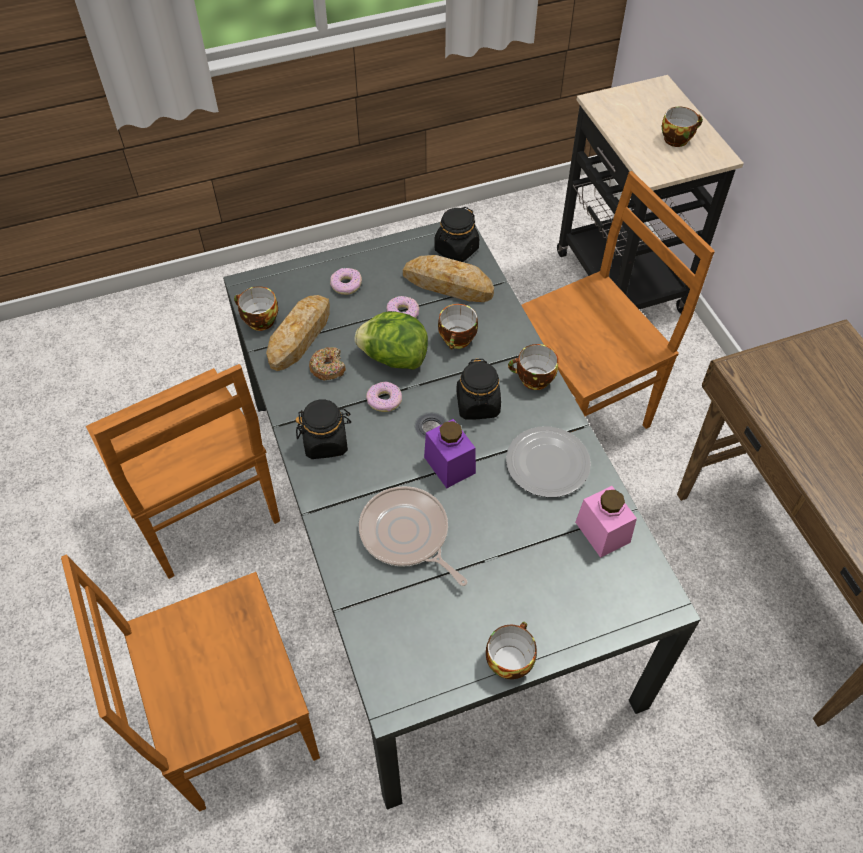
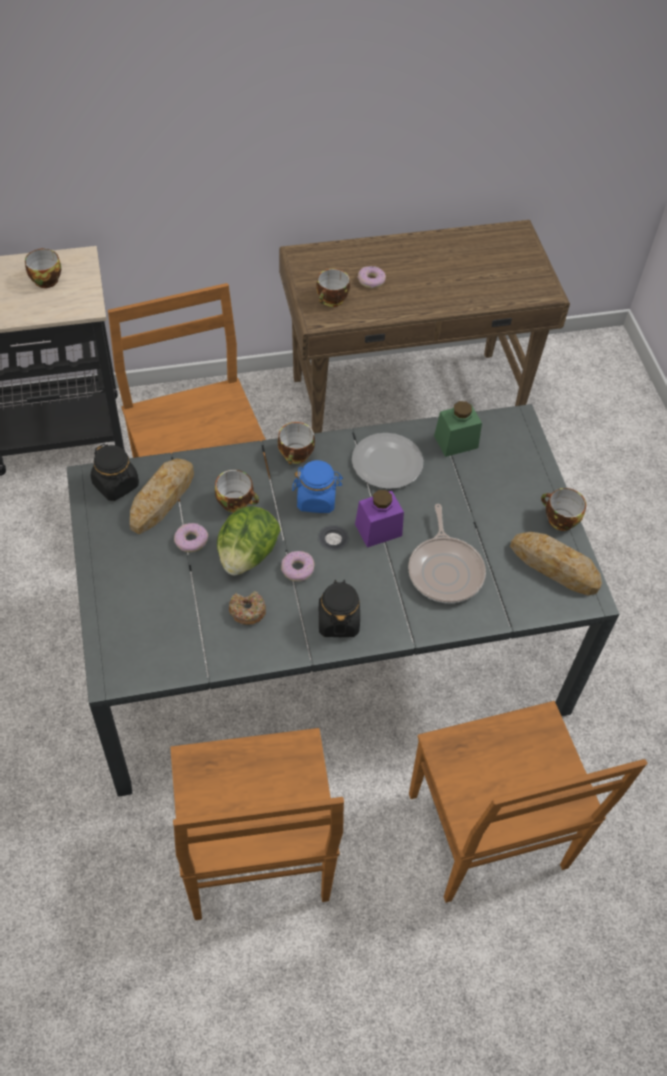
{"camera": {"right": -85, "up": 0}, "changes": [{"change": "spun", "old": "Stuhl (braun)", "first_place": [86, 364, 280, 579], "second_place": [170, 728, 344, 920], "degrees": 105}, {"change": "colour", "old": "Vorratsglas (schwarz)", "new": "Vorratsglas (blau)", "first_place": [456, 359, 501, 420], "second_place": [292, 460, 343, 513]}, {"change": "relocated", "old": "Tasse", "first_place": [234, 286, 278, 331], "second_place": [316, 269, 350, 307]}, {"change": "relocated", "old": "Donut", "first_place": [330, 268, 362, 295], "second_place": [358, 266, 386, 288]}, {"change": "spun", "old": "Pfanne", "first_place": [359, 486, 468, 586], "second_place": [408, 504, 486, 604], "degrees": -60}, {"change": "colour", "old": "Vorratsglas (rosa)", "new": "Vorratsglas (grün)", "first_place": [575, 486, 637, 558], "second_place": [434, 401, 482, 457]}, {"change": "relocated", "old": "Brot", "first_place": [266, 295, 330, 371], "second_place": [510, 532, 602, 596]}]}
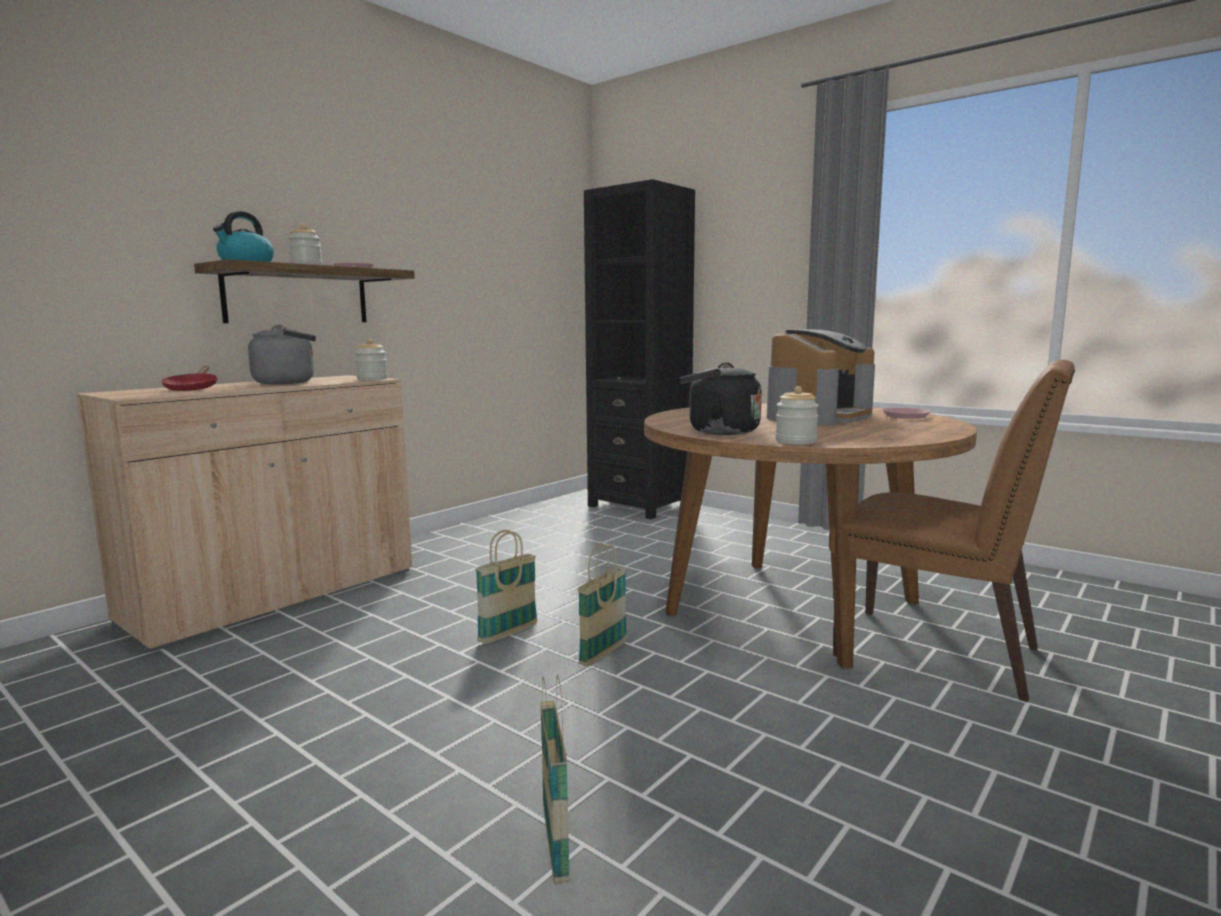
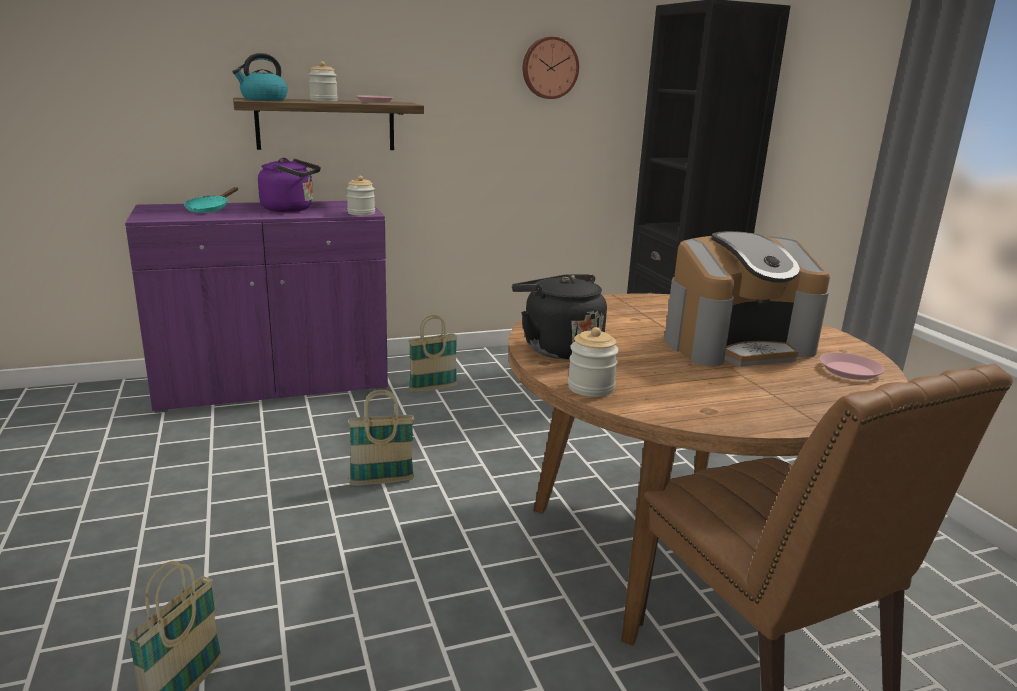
{"camera": {"right": 30, "up": 10}, "changes": [{"change": "colour", "old": "Schrank (beige)", "new": "Schrank (lila)", "first_place": [76, 375, 412, 652], "second_place": [125, 201, 388, 413]}, {"change": "colour", "old": "Pfanne (rot)", "new": "Pfanne (türkis)", "first_place": [161, 366, 218, 391], "second_place": [184, 187, 238, 213]}, {"change": "colour", "old": "Wasserkessel (grau)", "new": "Wasserkessel (lila)", "first_place": [248, 325, 316, 384], "second_place": [258, 158, 321, 212]}, {"change": "relocated", "old": "Korb", "first_place": [577, 543, 627, 666], "second_place": [408, 315, 457, 392]}, {"change": "appeared", "new": "Wanduhr", "second_place": [523, 36, 579, 99]}]}
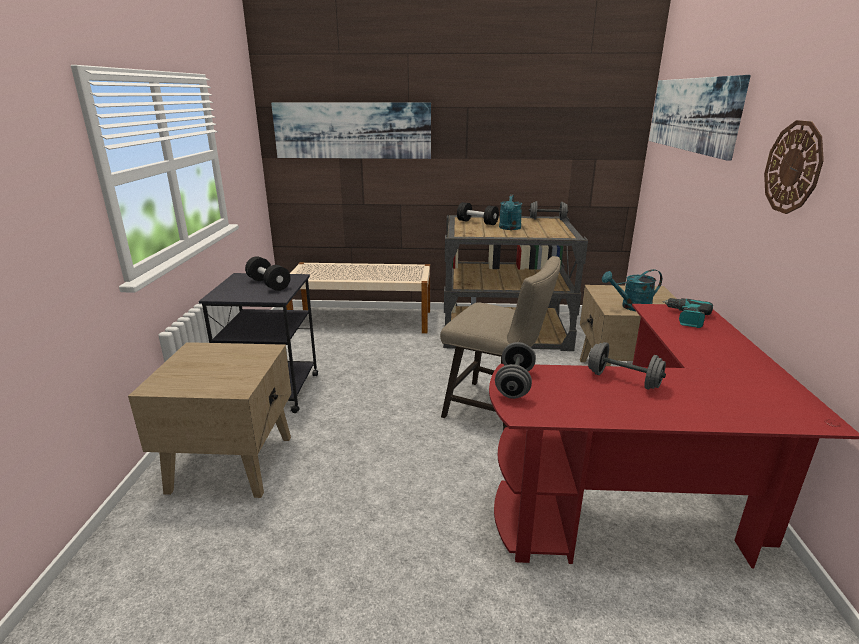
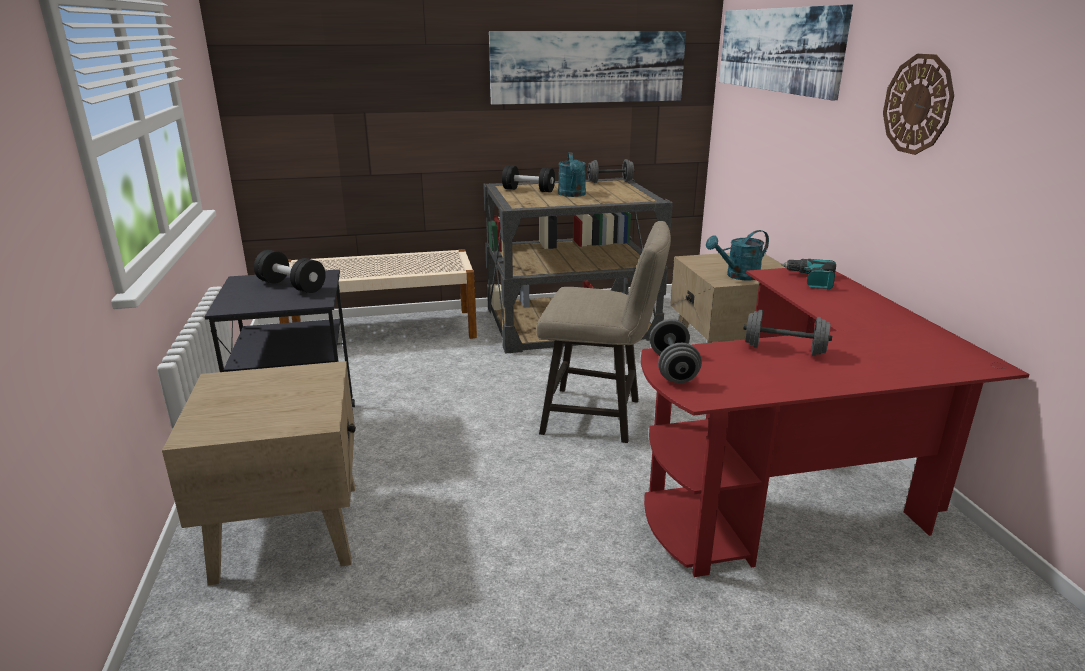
{"camera": {"right": -15, "up": 0}, "changes": [{"change": "relocated", "old": "Bild", "first_place": [271, 102, 431, 159], "second_place": [489, 31, 686, 105]}]}
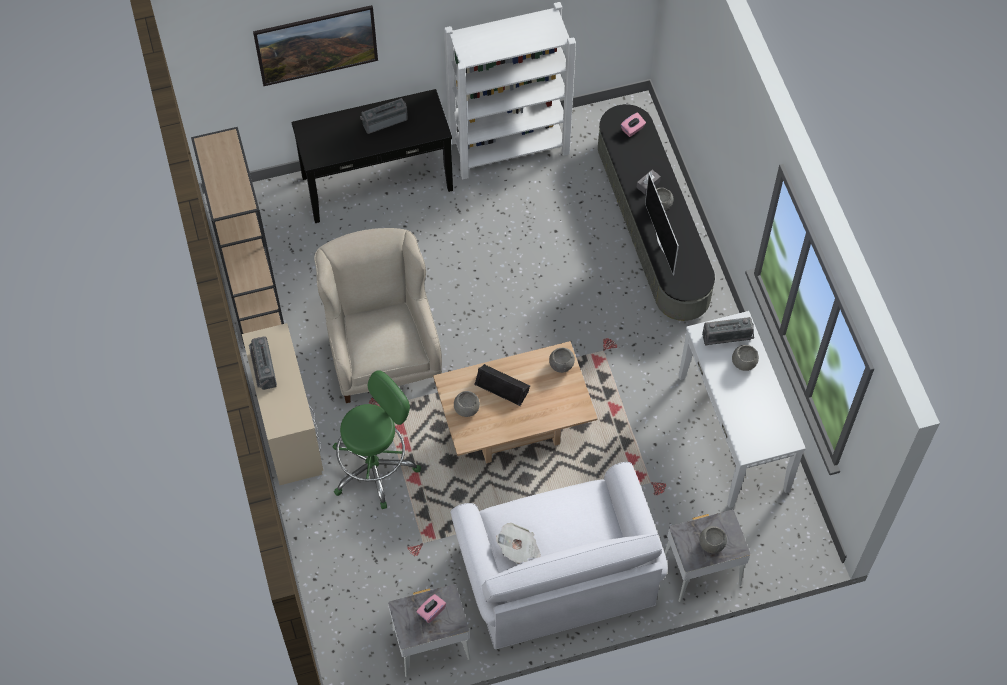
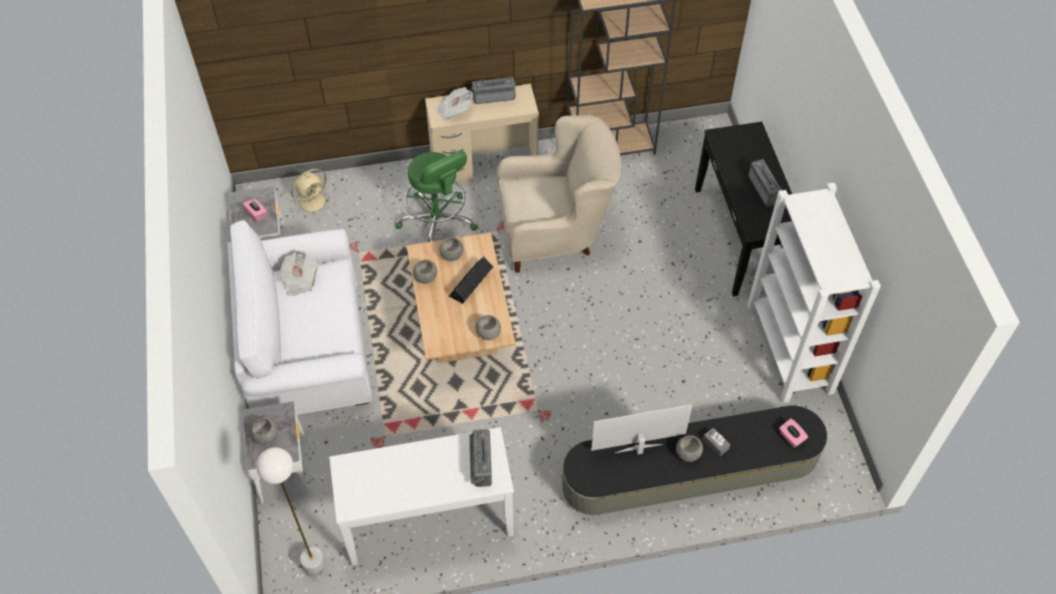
{"camera": {"right": 95, "up": -5}, "changes": [{"change": "appeared", "new": "Stehlampe (weiß)", "second_place": [256, 447, 326, 577]}, {"change": "appeared", "new": "Ventilator (beige)", "second_place": [291, 169, 333, 217]}, {"change": "relocated", "old": "Schüssel (grau)", "first_place": [732, 345, 759, 371], "second_place": [413, 259, 437, 284]}, {"change": "appeared", "new": "Zeitung", "second_place": [435, 87, 473, 121]}, {"change": "missing", "old": "Bild", "first_place": [253, 5, 378, 86]}]}
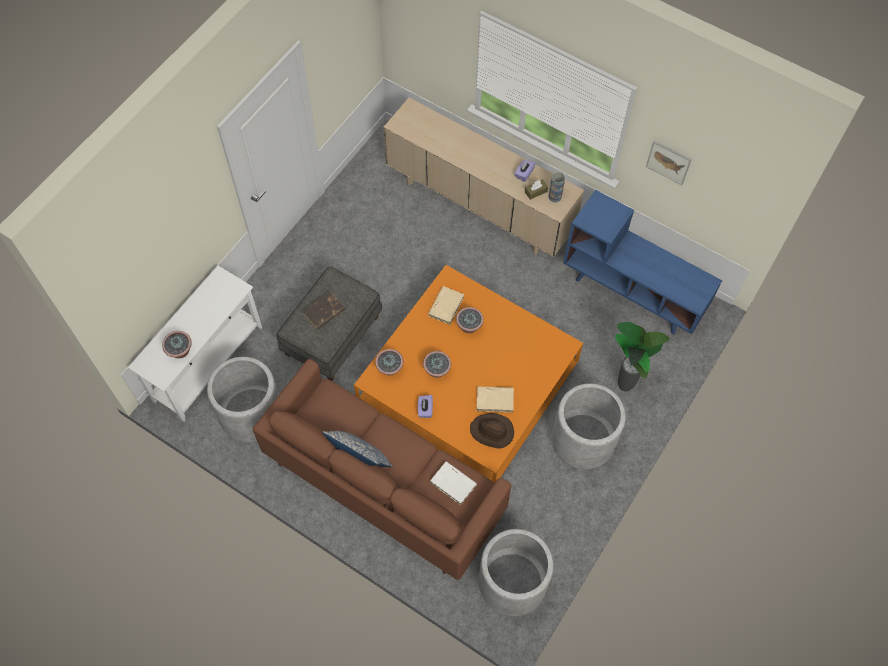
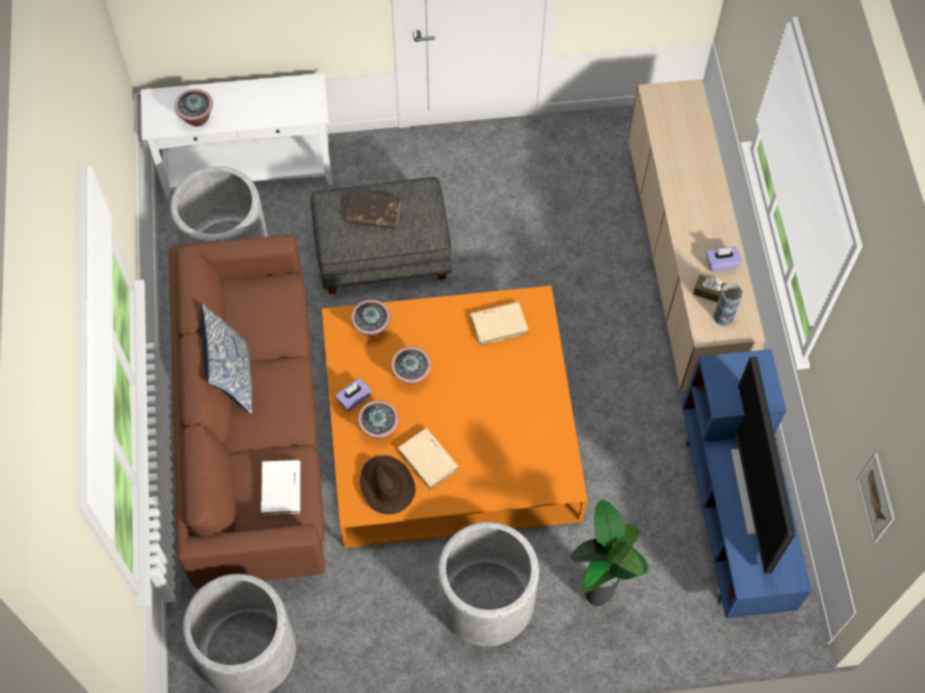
{"camera": {"right": 50, "up": 0}, "changes": [{"change": "relocated", "old": "Topfpflanze", "first_place": [456, 307, 484, 333], "second_place": [358, 400, 399, 439]}, {"change": "appeared", "new": "Fernseher", "second_place": [731, 357, 796, 574]}, {"change": "relocated", "old": "Bild", "first_place": [646, 141, 692, 185], "second_place": [857, 453, 895, 543]}]}
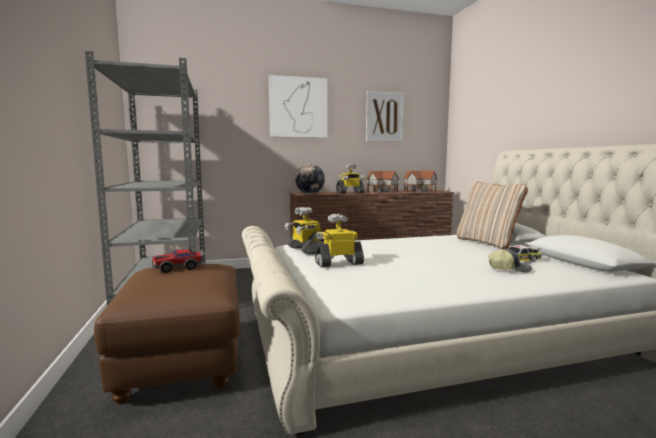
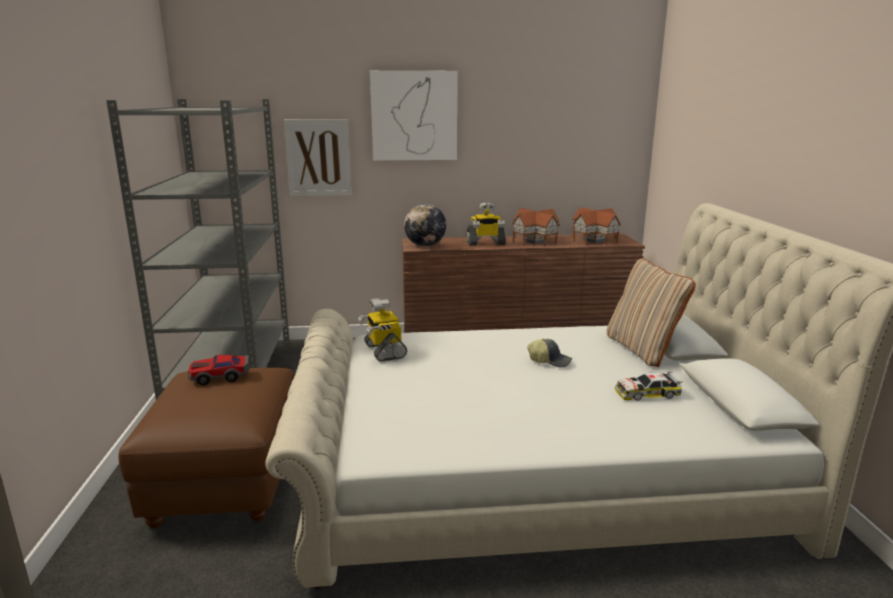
{"camera": {"right": 10, "up": 10}, "changes": [{"change": "relocated", "old": "Bild", "first_place": [366, 91, 405, 142], "second_place": [284, 119, 352, 196]}, {"change": "relocated", "old": "Kappe", "first_place": [488, 249, 532, 273], "second_place": [527, 339, 572, 368]}, {"change": "missing", "old": "Spielzeugroboter", "first_place": [315, 214, 364, 267]}]}
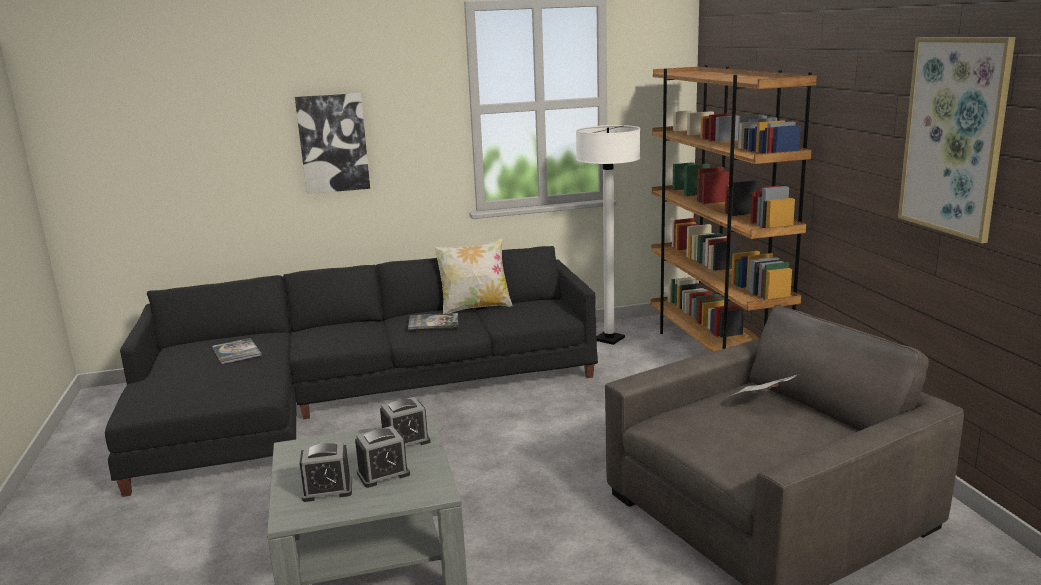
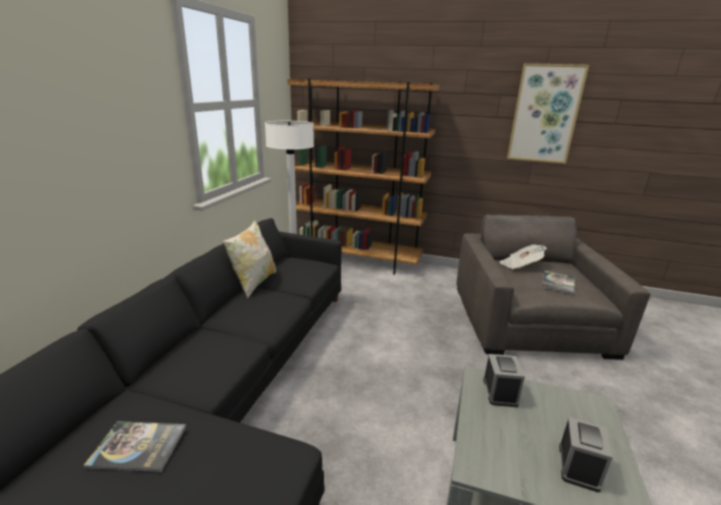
{"camera": {"right": -60, "up": 5}, "changes": [{"change": "relocated", "old": "Buch", "first_place": [408, 313, 458, 330], "second_place": [541, 271, 575, 294]}, {"change": "missing", "old": "Bild", "first_place": [295, 93, 370, 194]}, {"change": "missing", "old": "Wecker", "first_place": [355, 426, 410, 488]}]}
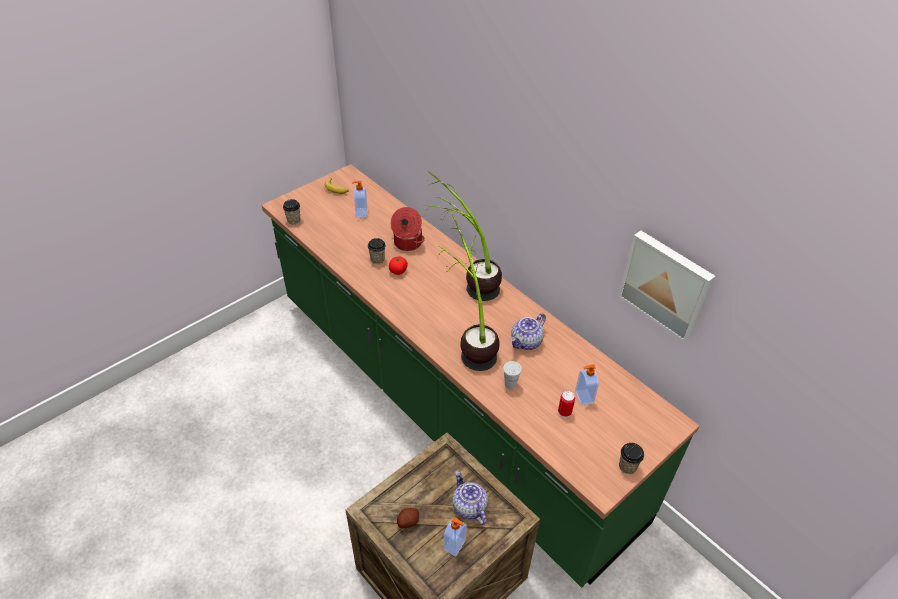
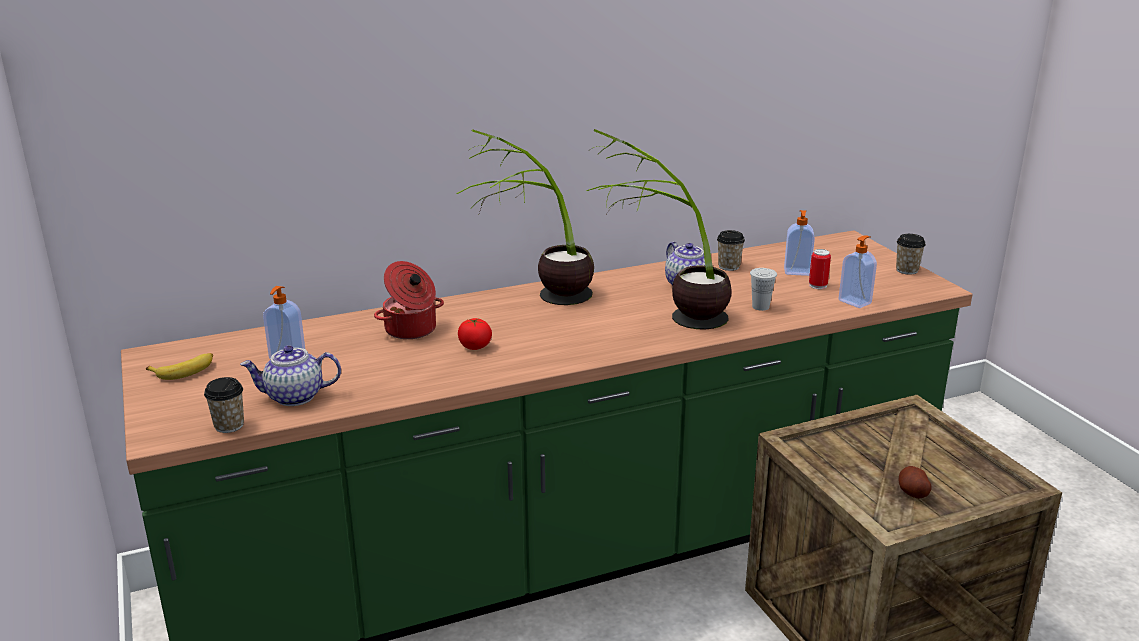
{"camera": {"right": -70, "up": -20}, "changes": [{"change": "relocated", "old": "Teekanne", "first_place": [452, 471, 488, 525], "second_place": [240, 345, 341, 406]}, {"change": "relocated", "old": "Tasse", "first_place": [368, 238, 386, 264], "second_place": [717, 230, 745, 271]}, {"change": "relocated", "old": "Seifenspender", "first_place": [443, 517, 467, 557], "second_place": [838, 235, 877, 308]}, {"change": "missing", "old": "Bild", "first_place": [618, 231, 716, 343]}]}
